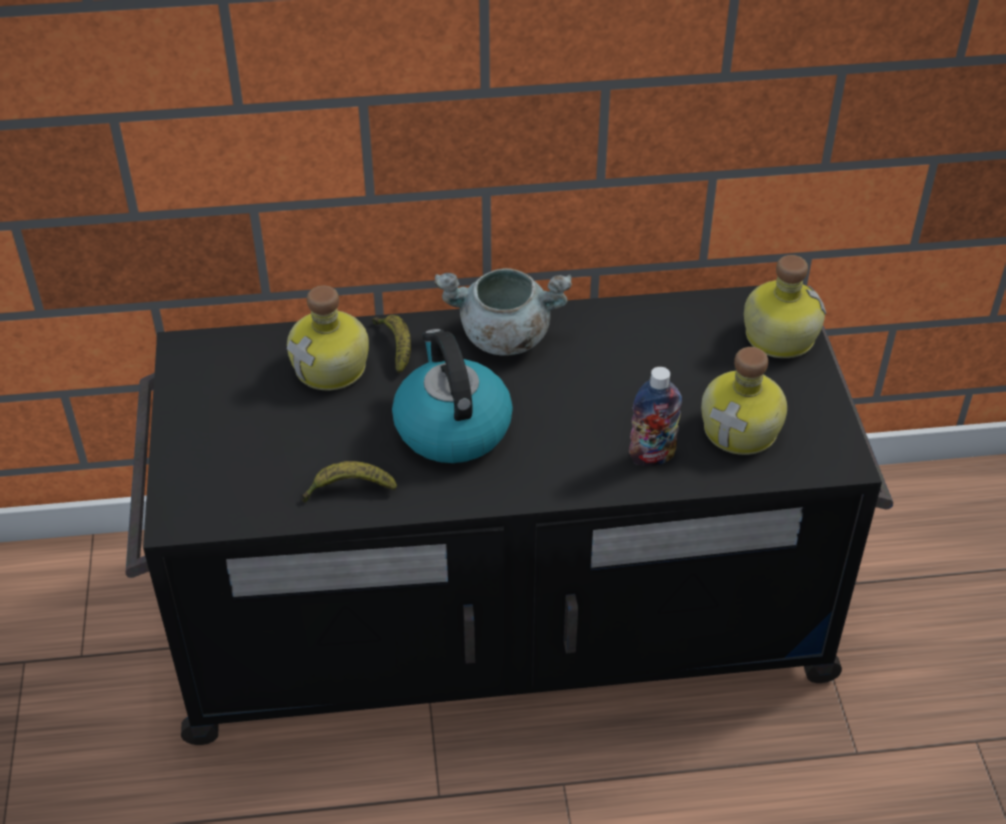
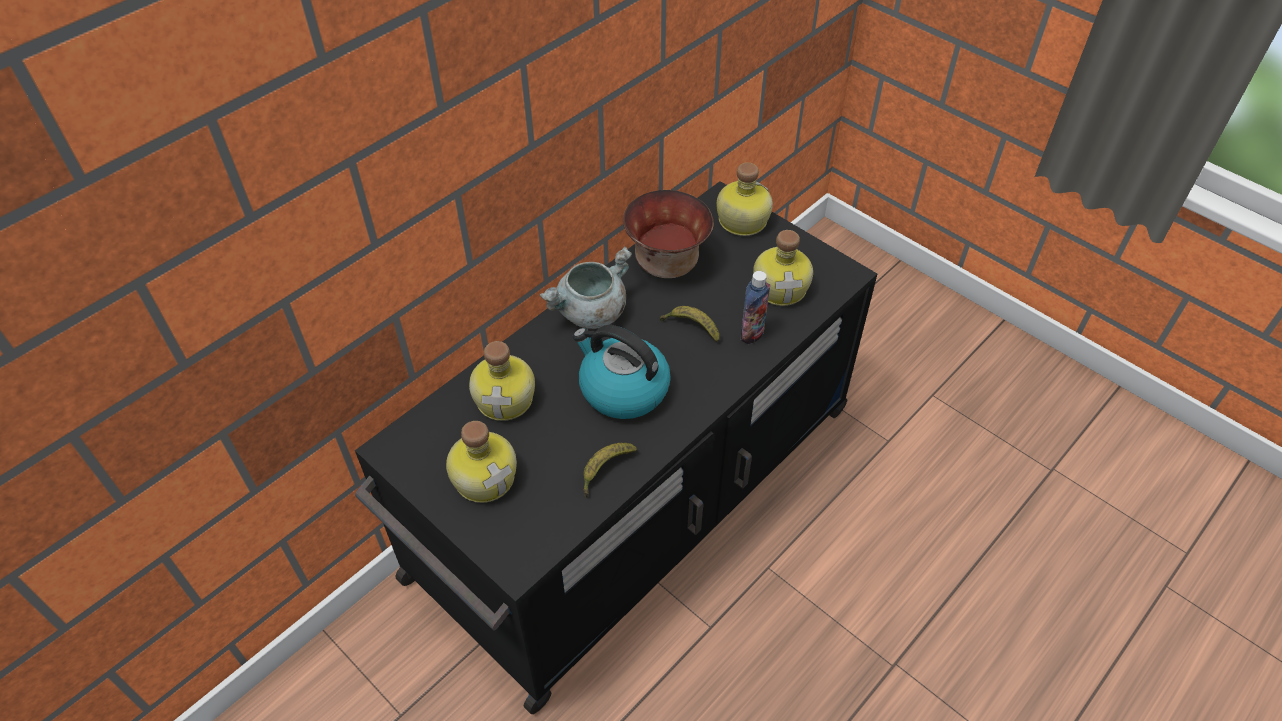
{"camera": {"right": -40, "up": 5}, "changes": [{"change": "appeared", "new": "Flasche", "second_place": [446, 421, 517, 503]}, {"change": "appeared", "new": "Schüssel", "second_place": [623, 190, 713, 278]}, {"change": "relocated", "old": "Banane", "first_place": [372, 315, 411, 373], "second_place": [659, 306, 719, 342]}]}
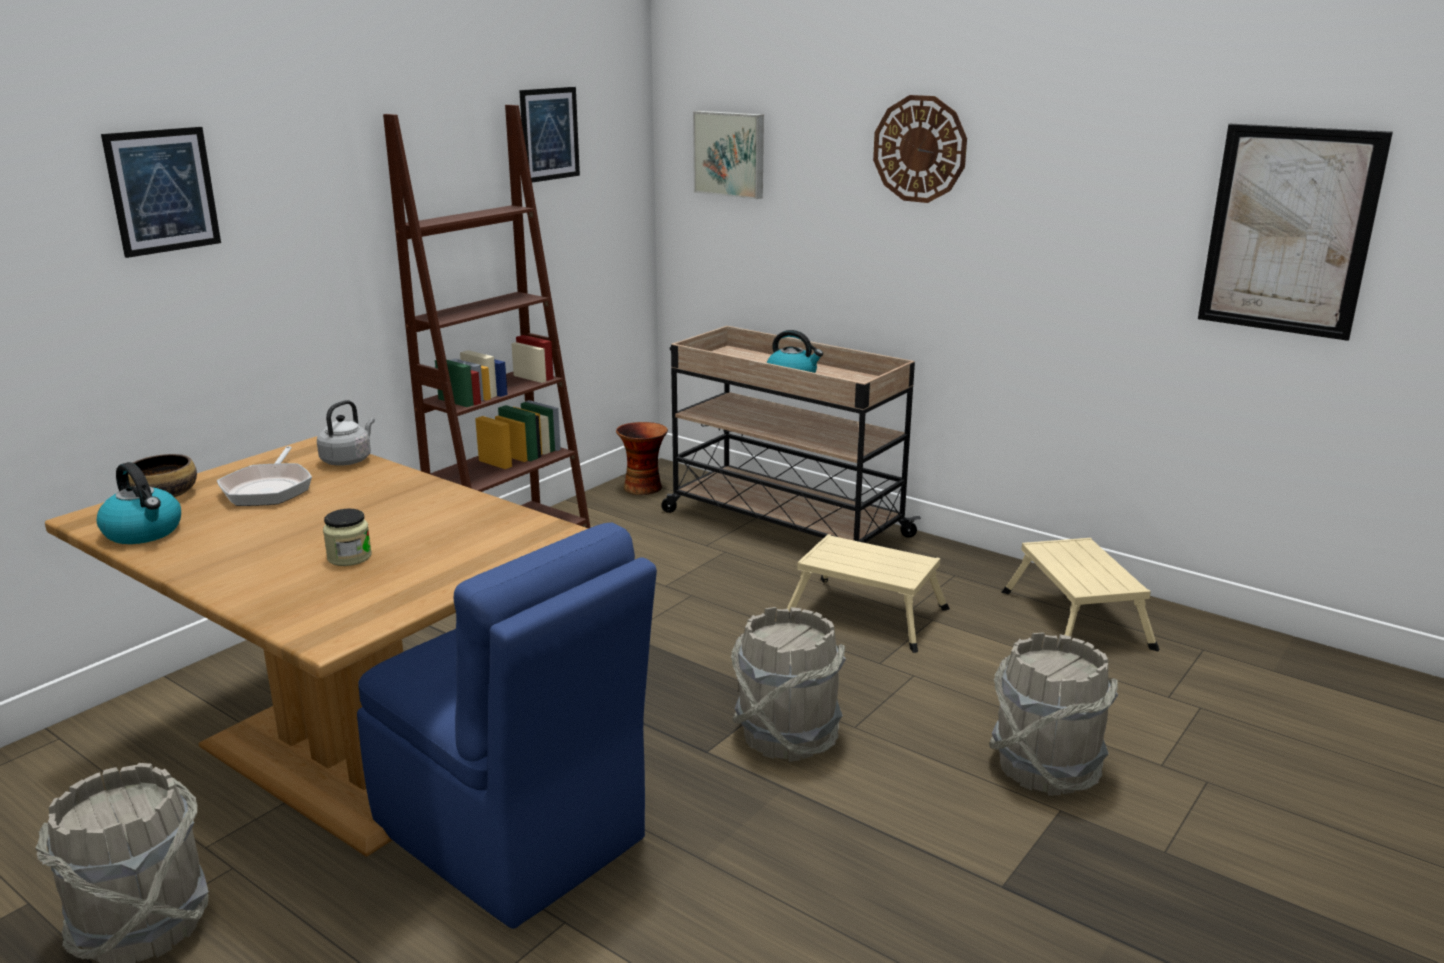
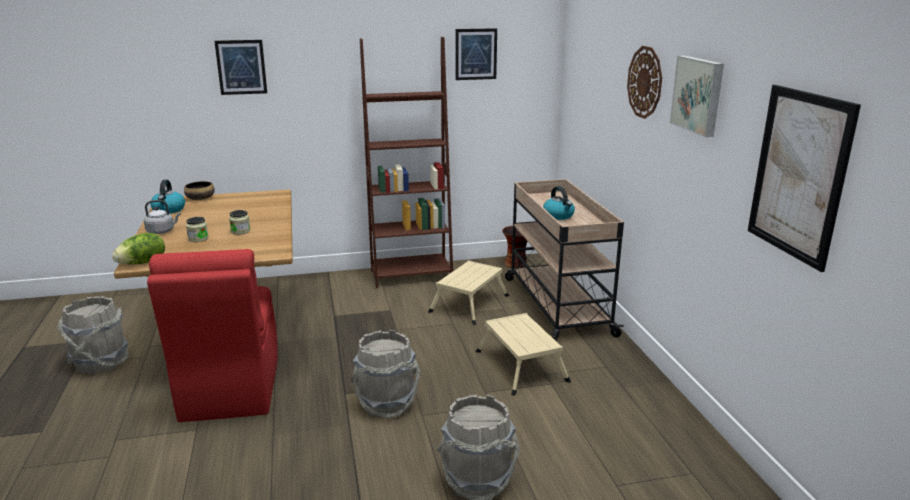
{"camera": {"right": 40, "up": 0}, "changes": [{"change": "appeared", "new": "Salatkopf", "second_place": [112, 233, 165, 264]}, {"change": "relocated", "old": "Wasserkessel (grau)", "first_place": [317, 400, 375, 466], "second_place": [144, 200, 181, 234]}, {"change": "colour", "old": "Stuhl (blau)", "new": "Stuhl (rot)", "first_place": [357, 522, 657, 929], "second_place": [147, 249, 278, 422]}, {"change": "appeared", "new": "Vorratsglas", "second_place": [229, 210, 250, 235]}, {"change": "relocated", "old": "Trittleiter (beige)", "first_place": [1001, 538, 1160, 651], "second_place": [428, 261, 509, 325]}, {"change": "relocated", "old": "Bild", "first_place": [693, 111, 764, 199], "second_place": [670, 56, 724, 137]}, {"change": "missing", "old": "Pfanne", "first_place": [217, 446, 312, 506]}]}
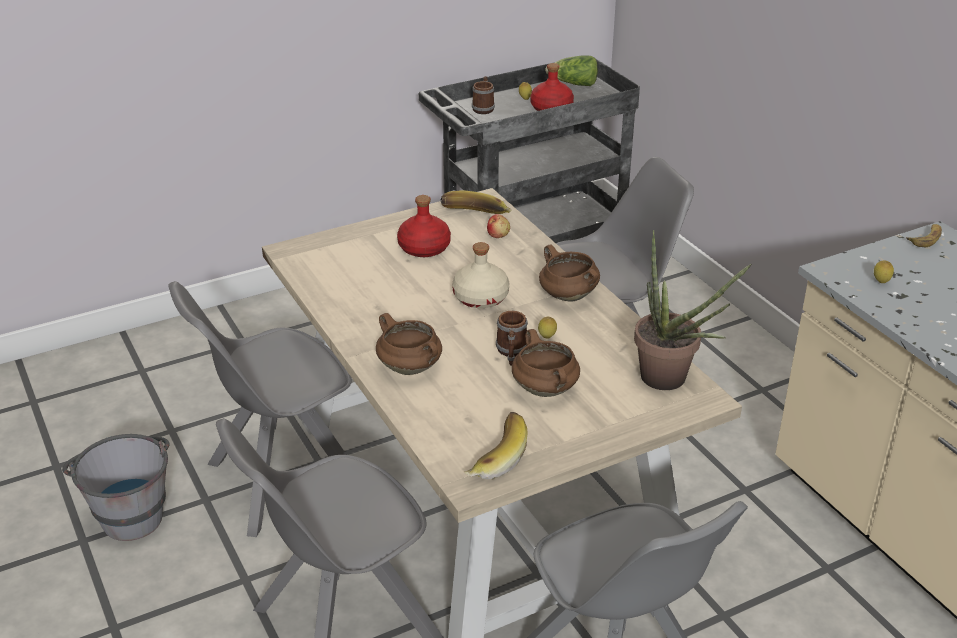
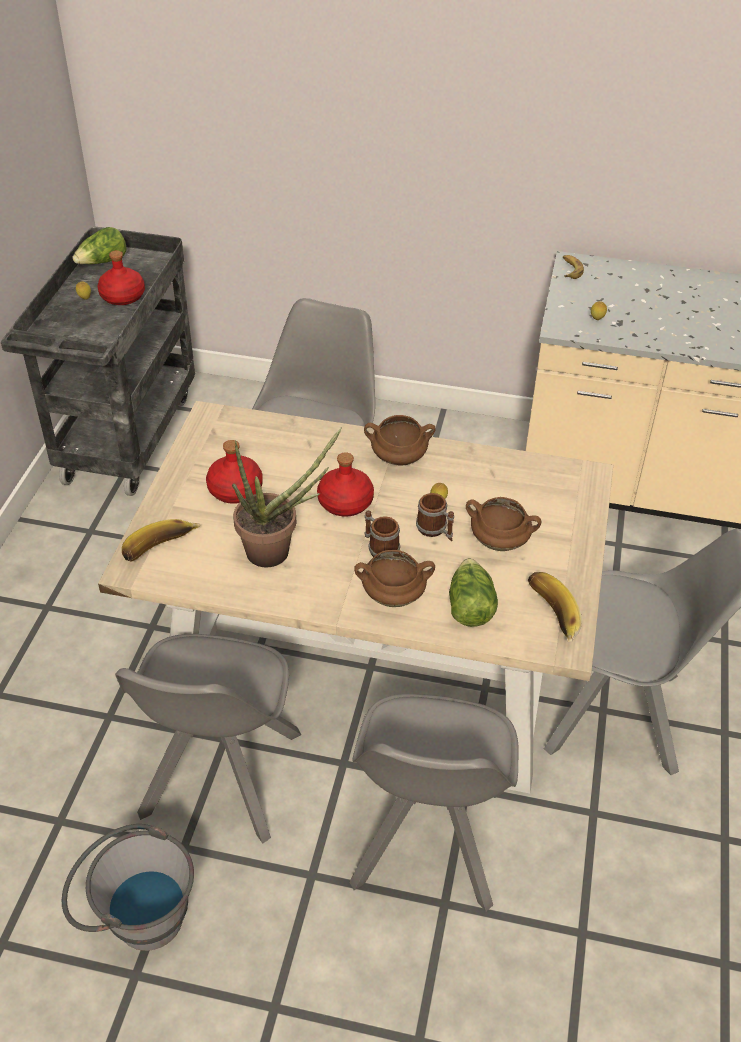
{"camera": {"right": -50, "up": 10}, "changes": [{"change": "relocated", "old": "Banane", "first_place": [441, 190, 512, 214], "second_place": [122, 519, 201, 562]}, {"change": "relocated", "old": "Topfpflanze", "first_place": [634, 230, 752, 390], "second_place": [232, 428, 342, 568]}, {"change": "colour", "old": "Flasche (beige)", "new": "Flasche (rot)", "first_place": [452, 242, 509, 308], "second_place": [317, 452, 374, 517]}, {"change": "relocated", "old": "Henkelbecher", "first_place": [472, 76, 495, 114], "second_place": [365, 510, 400, 557]}, {"change": "appeared", "new": "Salatkopf", "second_place": [449, 558, 498, 627]}, {"change": "missing", "old": "Apfel", "first_place": [487, 214, 510, 238]}]}
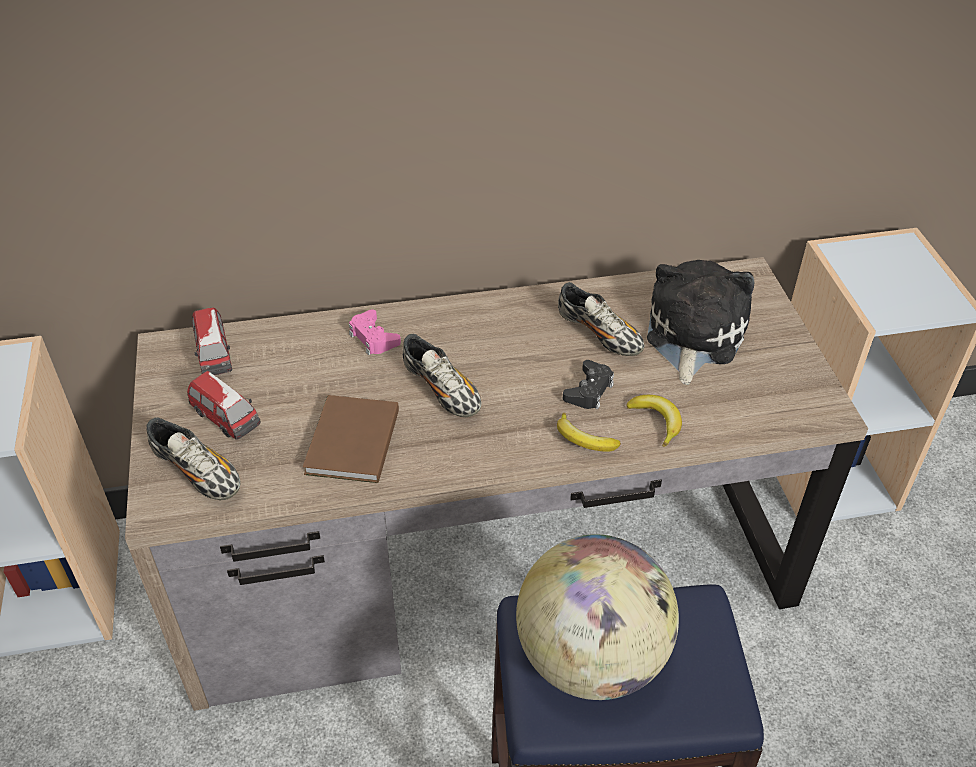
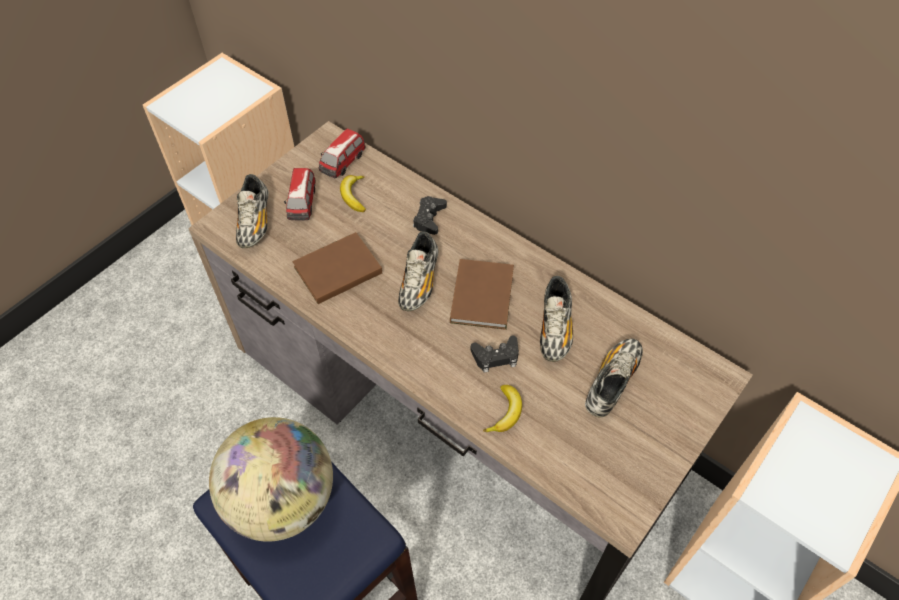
{"camera": {"right": 50, "up": 10}, "changes": [{"change": "relocated", "old": "Banane", "first_place": [557, 413, 621, 452], "second_place": [340, 175, 366, 212]}, {"change": "colour", "old": "Gamepad (rosa)", "new": "Gamepad (schwarz)", "first_place": [349, 309, 401, 355], "second_place": [413, 196, 447, 235]}, {"change": "appeared", "new": "Buch (braun)", "second_place": [450, 259, 514, 330]}, {"change": "exchanged", "old": "Plüschtier", "new": "Schuh", "first_place": [647, 260, 754, 385], "second_place": [585, 338, 643, 418]}]}
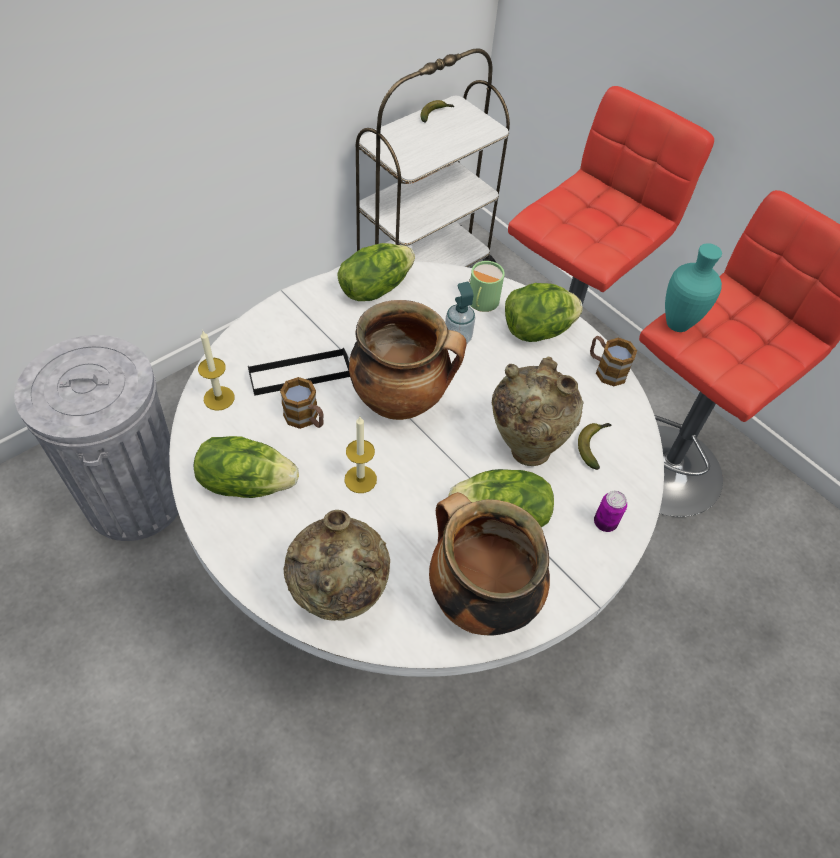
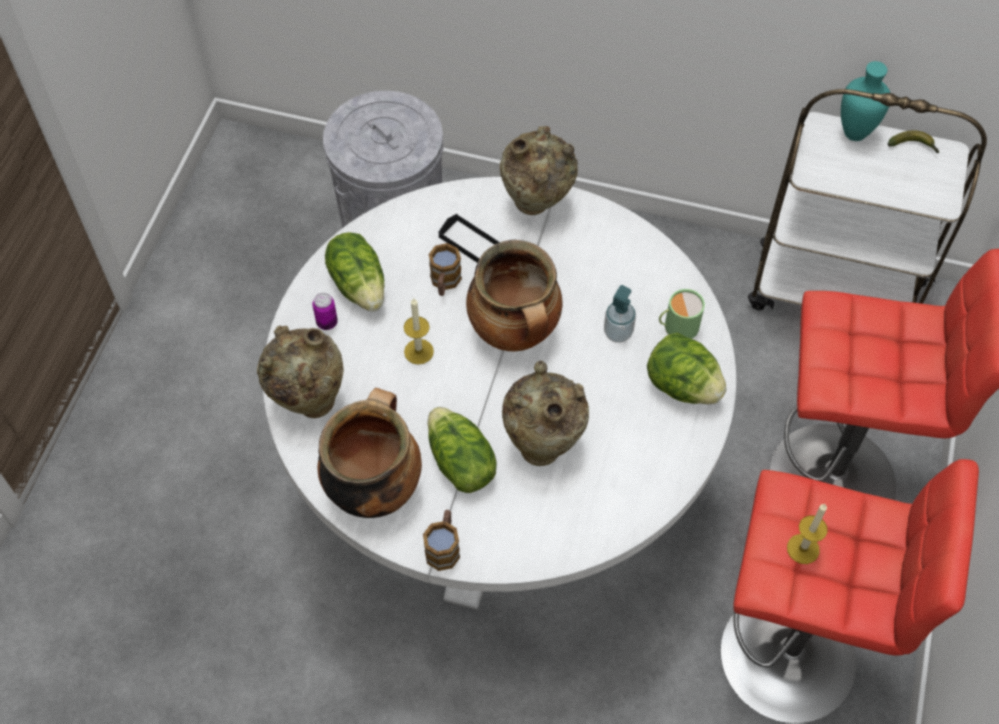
{"camera": {"right": 60, "up": 5}, "changes": [{"change": "relocated", "old": "Dose", "first_place": [594, 491, 627, 532], "second_place": [312, 293, 338, 330]}, {"change": "relocated", "old": "Henkelbecher", "first_place": [590, 336, 637, 386], "second_place": [423, 510, 460, 571]}, {"change": "appeared", "new": "Vase (beige)", "second_place": [500, 126, 578, 215]}, {"change": "relocated", "old": "Kerze", "first_place": [198, 331, 234, 411], "second_place": [787, 503, 828, 564]}, {"change": "relocated", "old": "Vase (türkis)", "first_place": [665, 243, 722, 332], "second_place": [841, 61, 890, 141]}, {"change": "missing", "old": "Salatkopf", "first_place": [338, 243, 415, 301]}, {"change": "missing", "old": "Banane", "first_place": [578, 423, 611, 470]}]}
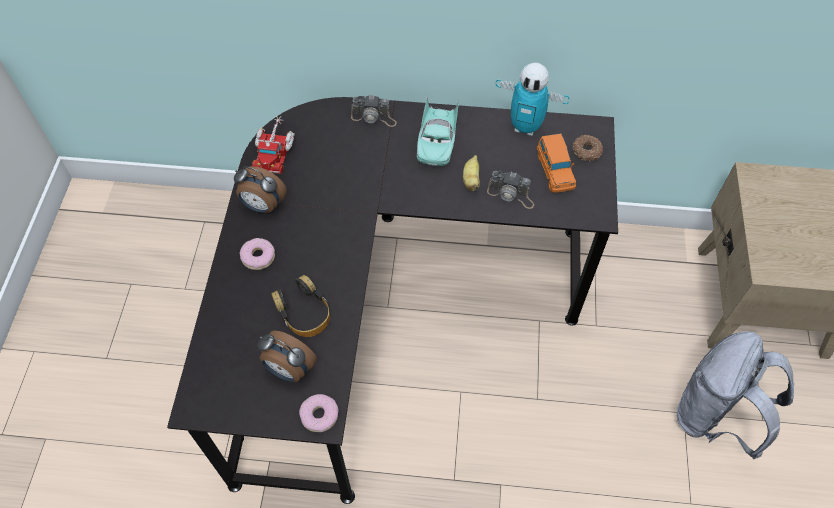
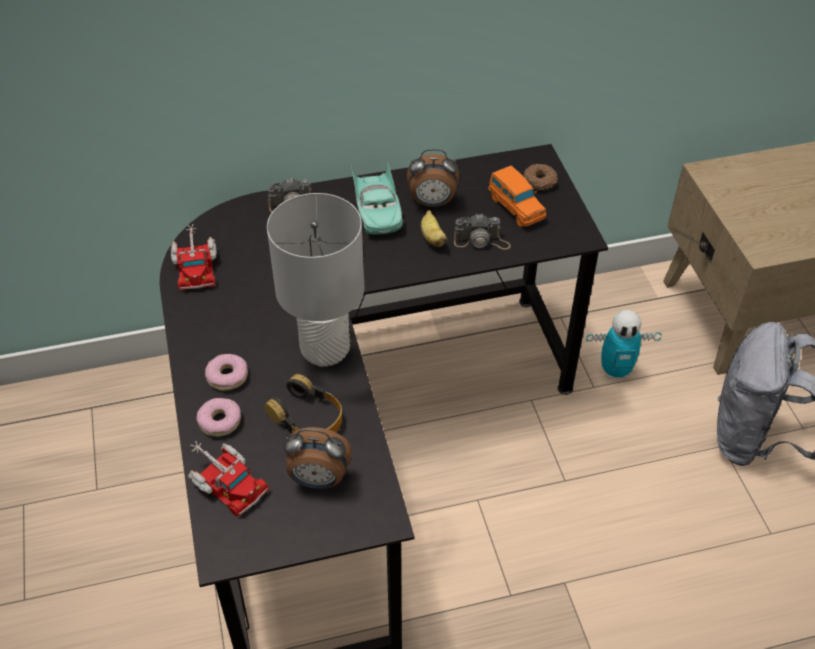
{"camera": {"right": -20, "up": -10}, "changes": [{"change": "appeared", "new": "Spielzeuglaster", "second_place": [188, 441, 269, 516]}, {"change": "relocated", "old": "Donut", "first_place": [299, 394, 339, 432], "second_place": [196, 398, 241, 437]}, {"change": "appeared", "new": "Tischlampe (grau)", "second_place": [267, 193, 364, 367]}, {"change": "relocated", "old": "Wecker", "first_place": [234, 166, 287, 213], "second_place": [407, 149, 459, 207]}, {"change": "relocated", "old": "Spielzeugroboter", "first_place": [496, 63, 569, 136], "second_place": [586, 310, 662, 379]}]}
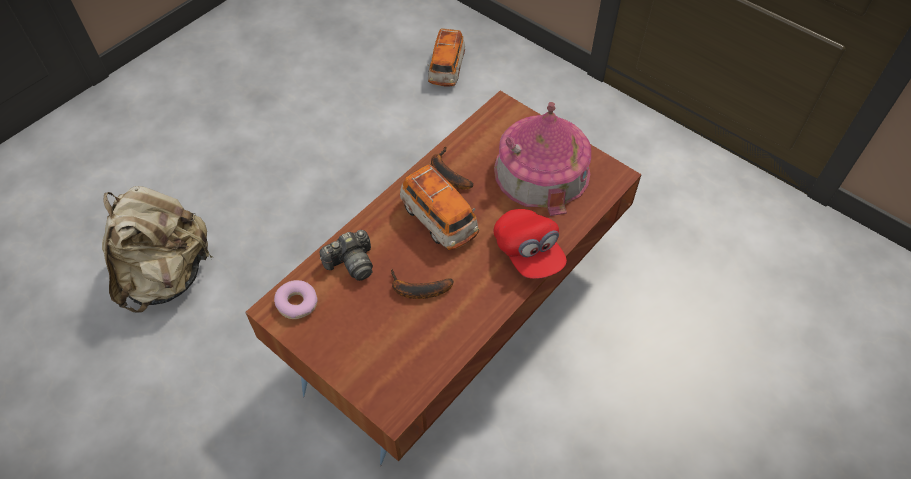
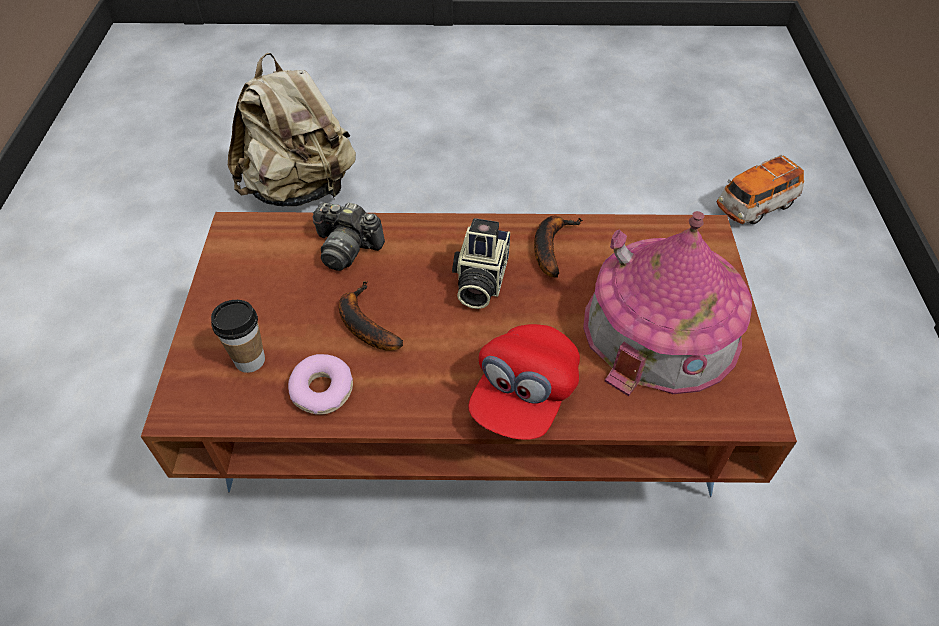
{"camera": {"right": 50, "up": -5}, "changes": [{"change": "appeared", "new": "Tasse", "second_place": [211, 300, 265, 373]}, {"change": "relocated", "old": "Donut", "first_place": [274, 280, 318, 319], "second_place": [288, 354, 353, 415]}, {"change": "exchanged", "old": "Spielzeugauto", "new": "Kamera", "first_place": [400, 164, 479, 250], "second_place": [452, 218, 510, 309]}]}
